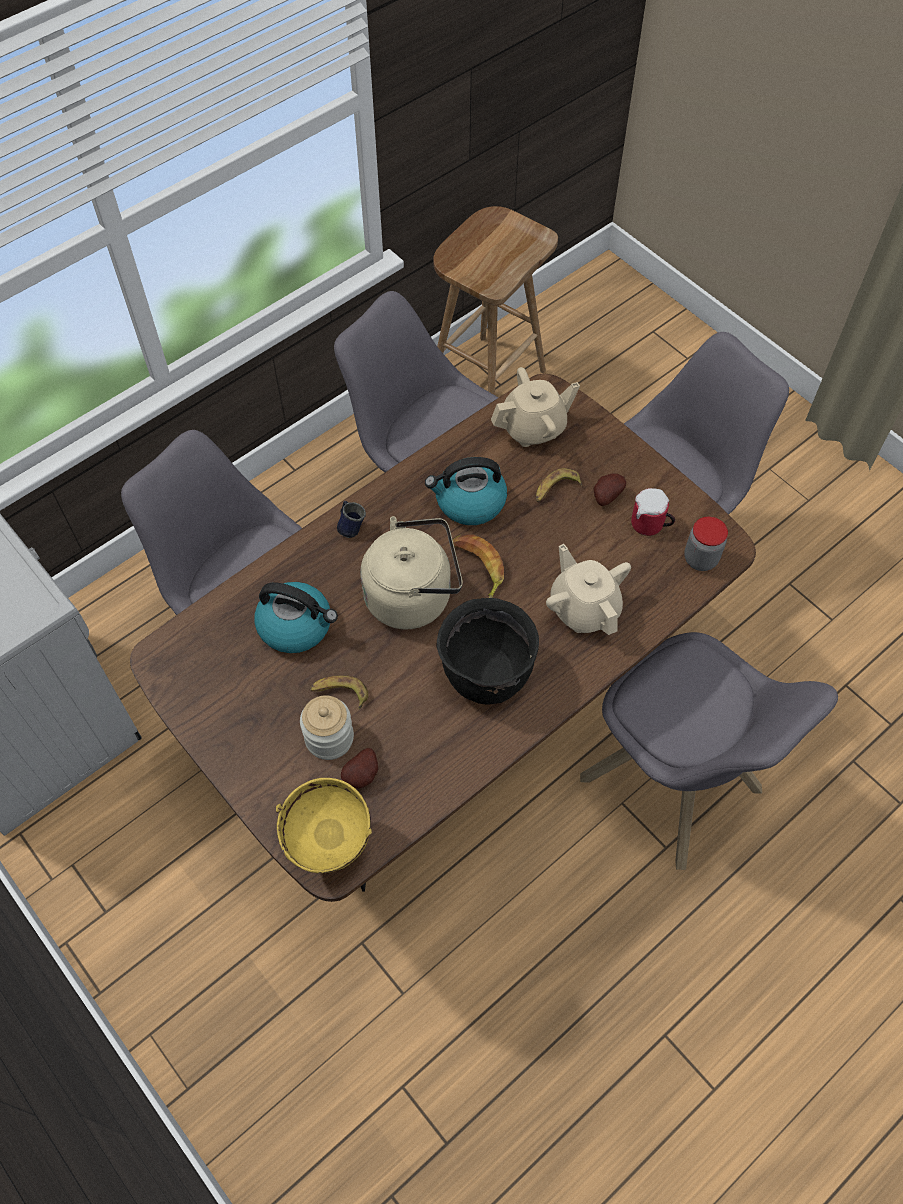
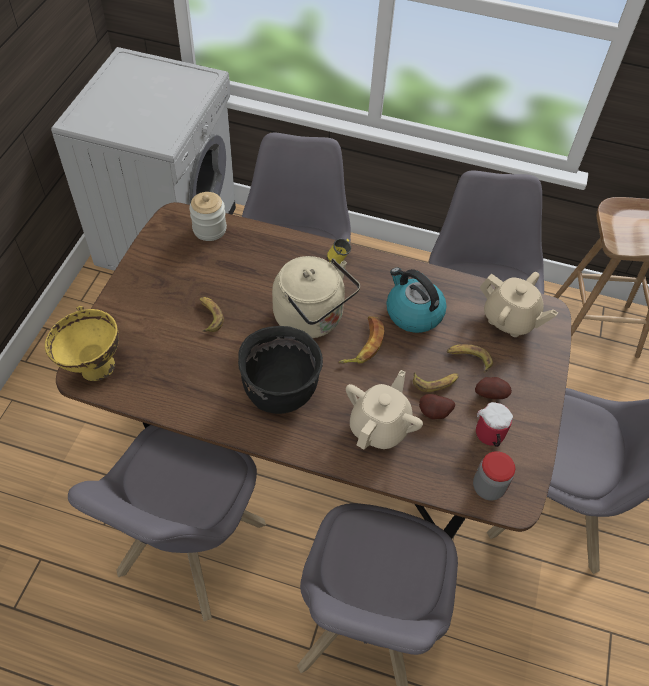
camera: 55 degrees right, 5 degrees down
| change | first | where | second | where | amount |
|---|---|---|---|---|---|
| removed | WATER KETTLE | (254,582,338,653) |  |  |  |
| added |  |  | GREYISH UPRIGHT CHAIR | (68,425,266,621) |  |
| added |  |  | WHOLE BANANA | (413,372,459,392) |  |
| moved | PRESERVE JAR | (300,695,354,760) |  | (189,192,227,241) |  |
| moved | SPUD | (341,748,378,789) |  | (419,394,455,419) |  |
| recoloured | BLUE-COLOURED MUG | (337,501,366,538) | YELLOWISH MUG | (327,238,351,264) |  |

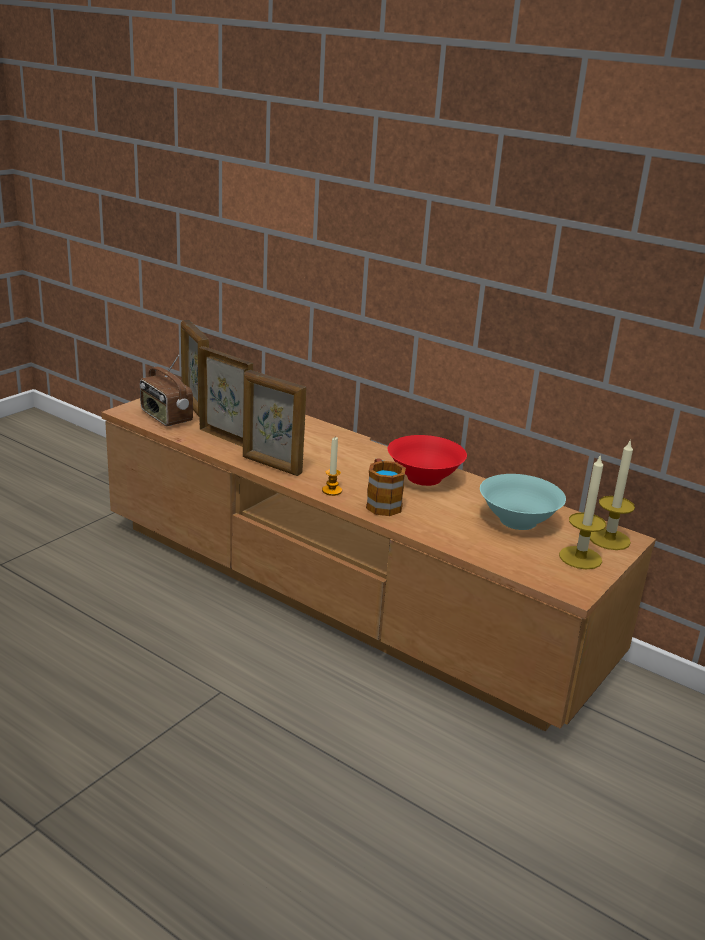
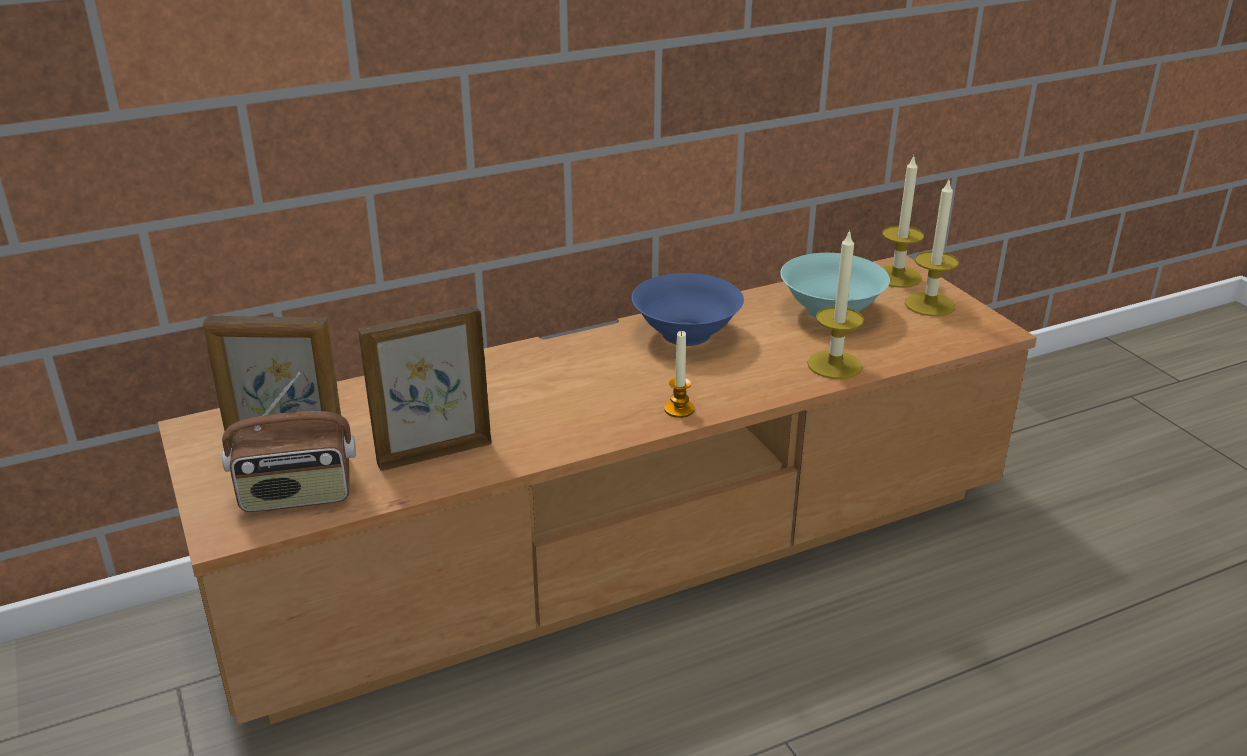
camera: 60 degrees left, 5 degrees up
| change | first | where | second | where | amount |
|---|---|---|---|---|---|
| removed | STANDING FRAME | (243,370,306,476) |  |  |  |
| removed | MUG | (366,458,406,516) |  |  |  |
| added |  |  | CANDLE | (807,229,864,379) |  |
| recoloured | RED-COLOURED SERVING BOWL | (388,435,467,486) | BLUE-COLOURED SERVING BOWL | (632,273,744,346) |  |

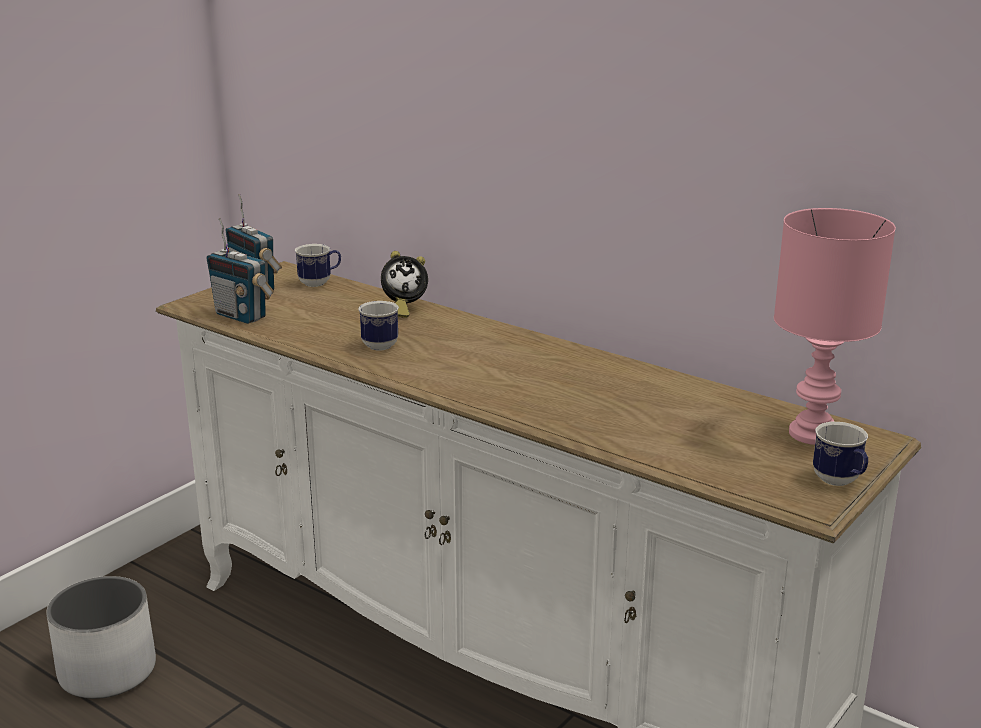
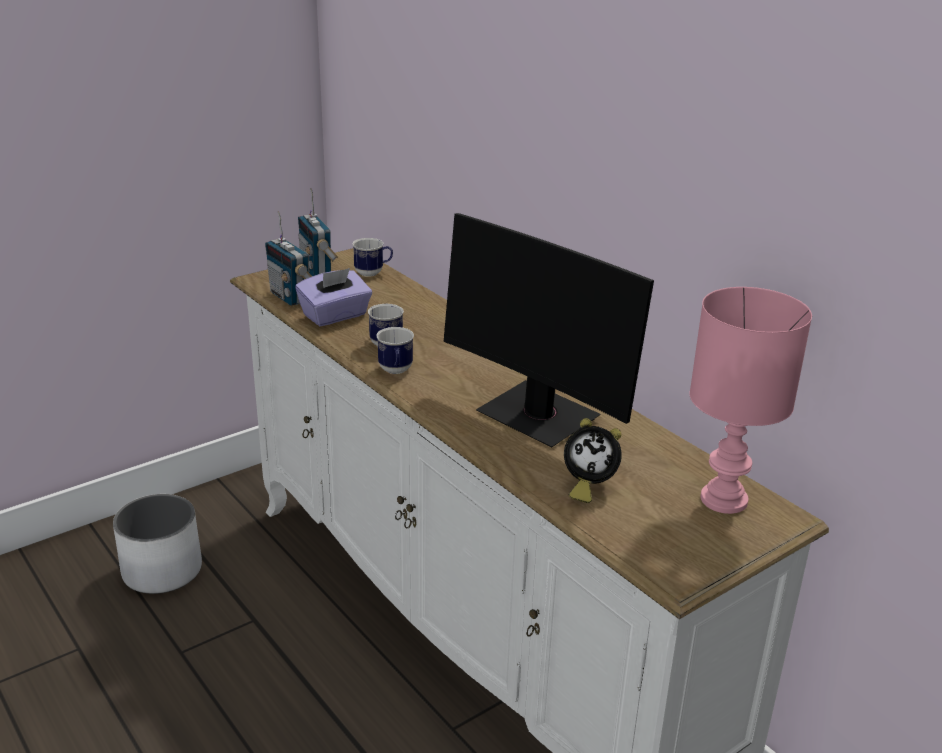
camera: 15 degrees right, 5 degrees up
| change | first | where | second | where | amount |
|---|---|---|---|---|---|
| added |  |  | PURPLISH TISSUE HOLDER | (295,268,372,326) |  |
| added |  |  | COMPUTER SCREEN | (444,213,654,447) |  |
| moved | ALARM CLOCK | (381,251,428,318) |  | (564,418,622,503) |  |
| moved | MUG | (813,422,868,486) |  | (376,327,414,374) |  |

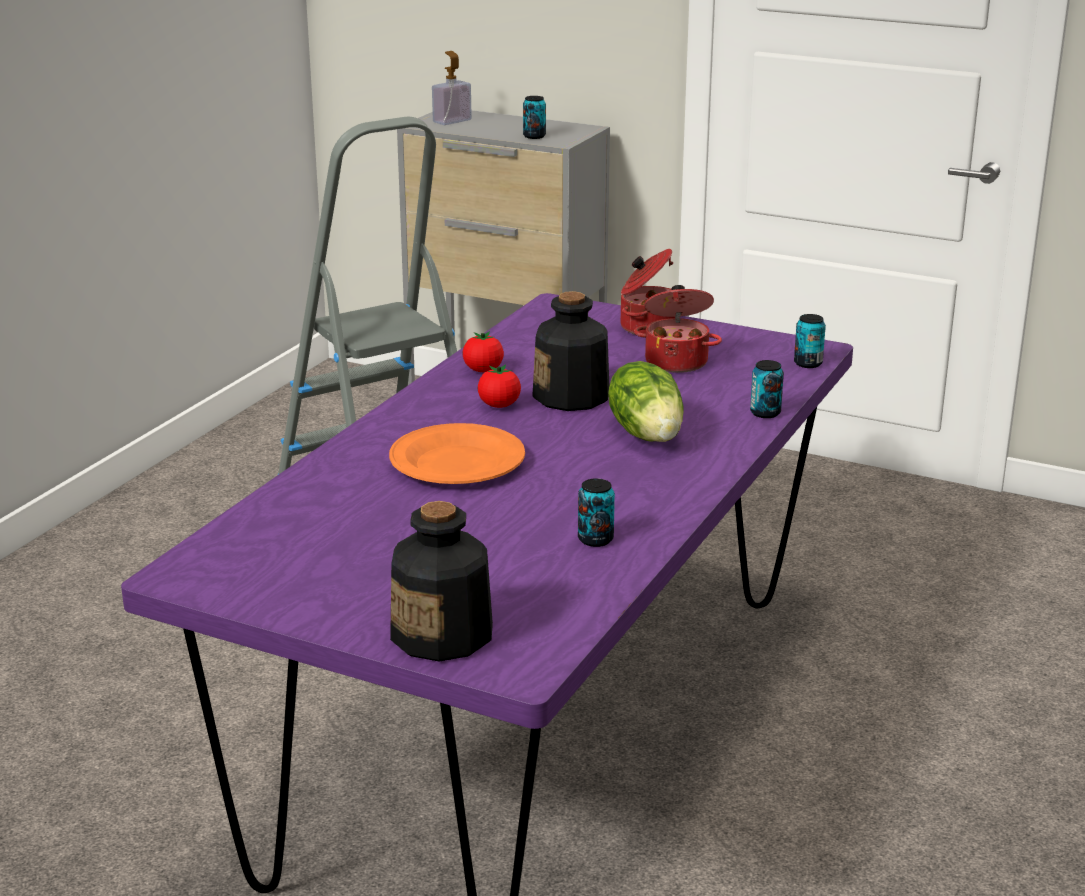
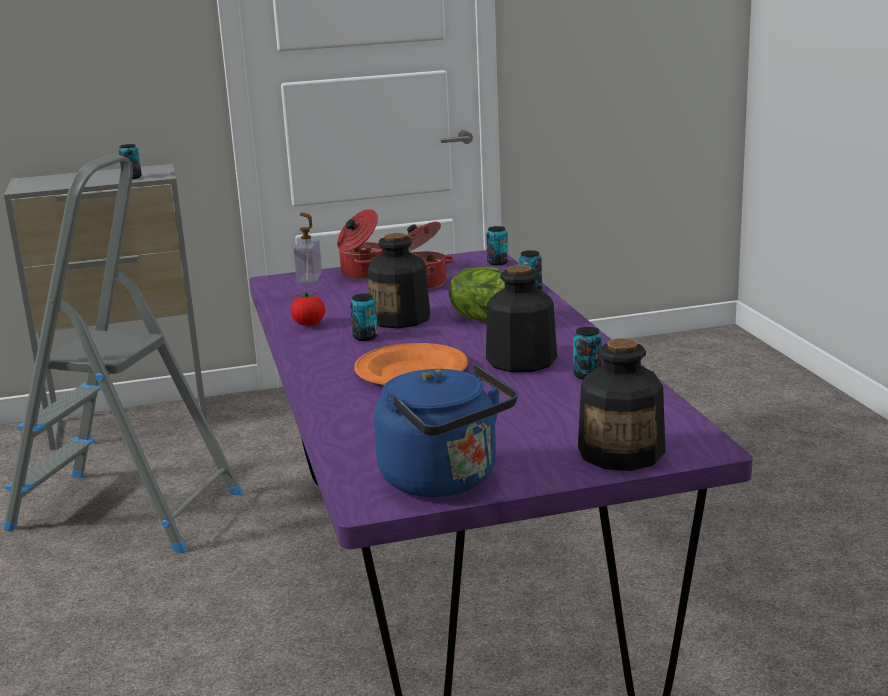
camera: 40 degrees left, 5 degrees down
| change | first | where | second | where | amount |
|---|---|---|---|---|---|
| added |  |  | BLUE-COLOURED WATER KETTLE | (374,364,518,497) |  |
| added |  |  | BOTTLE | (486,265,557,372) |  |
| moved | LIQUID SOAP BOTTLE | (432,51,472,125) |  | (294,212,322,283) |  |
| replaced | WHOLE TOMATO | (478,364,521,408) | CAN | (350,294,378,341) |  |

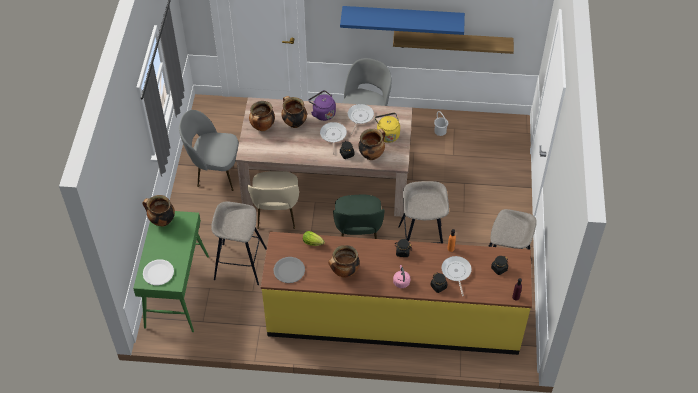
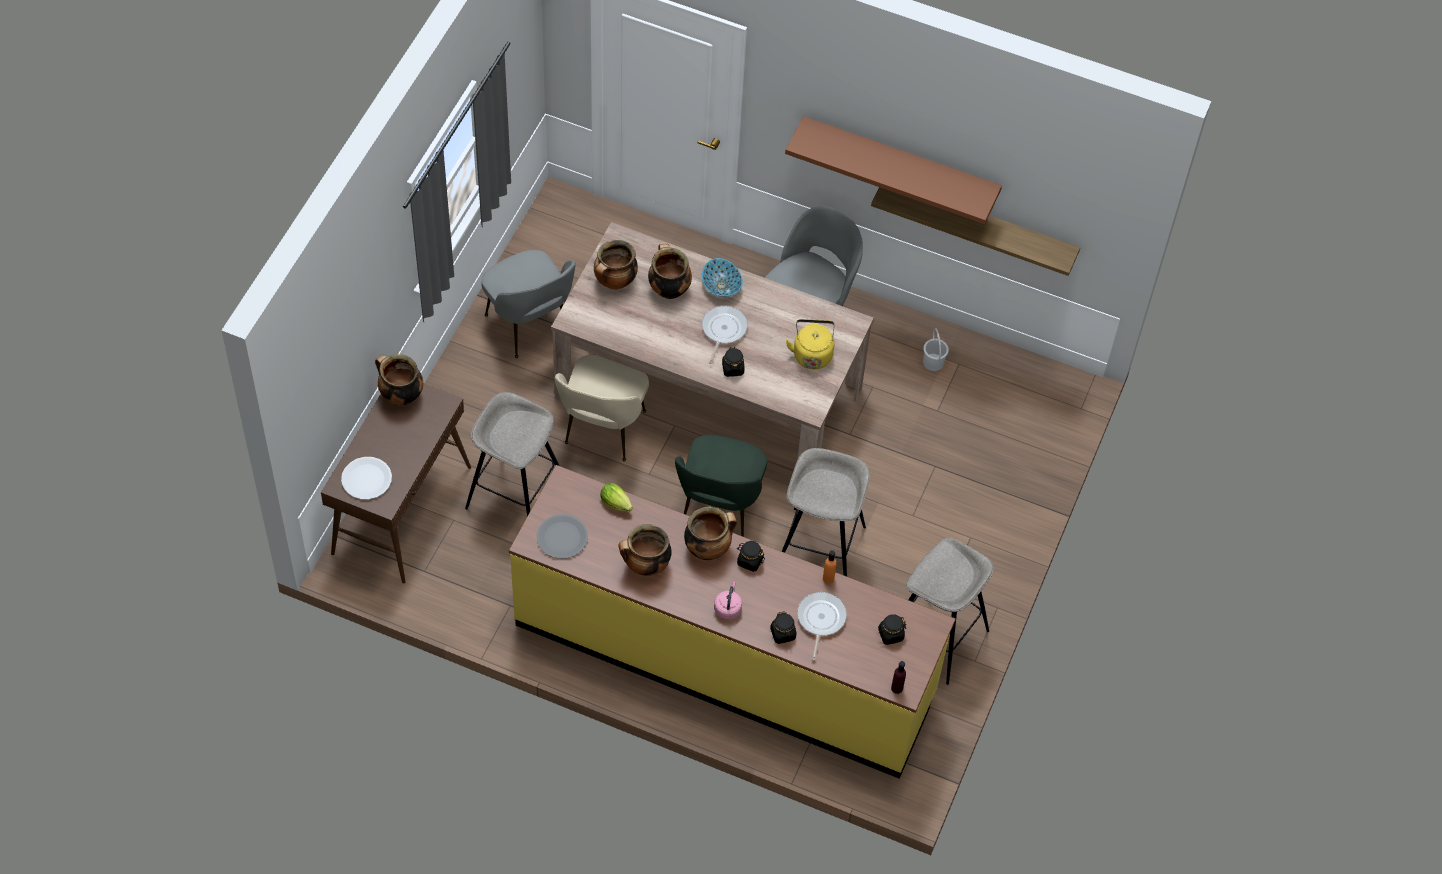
camera: 15 degrees right, 5 degrees up
| change | first | where | second | where | amount |
|---|---|---|---|---|---|
| removed | FRYING PAN | (348,104,374,134) |  |  |  |
| moved | SAUCEPOT | (358,129,386,160) |  | (684,507,737,560) |  |
| replaced | PURPLISH WATER KETTLE | (308,90,336,121) | SERVING BOWL | (702,258,743,297) |  |
| recoloured | GREEN-COLOURED NARROW TABLE | (133,211,209,332) | BROWNISH NARROW TABLE | (321,383,471,584) |  |
| recoloured | BLUE-COLOURED WALL SHELF | (340,6,465,35) | BROWNISH WALL SHELF | (785,116,1002,224) |  |
| turned | GREYISH UPRIGHT CHAIR | (179,110,239,191) |  | (481,250,576,358) | 150 degrees counterclockwise |

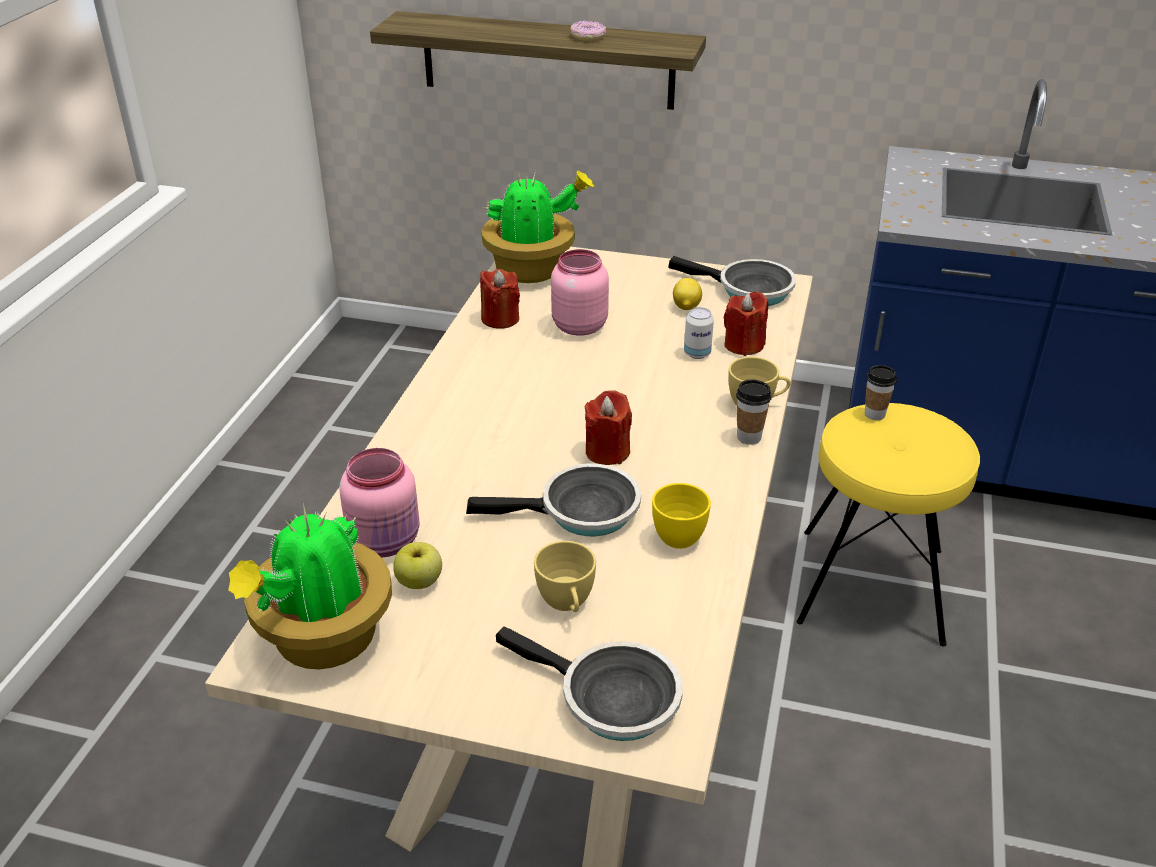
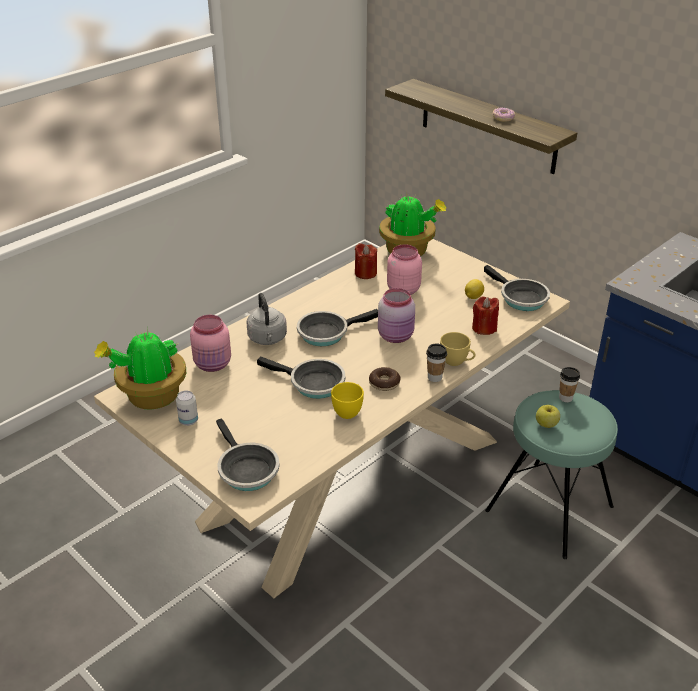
camera: 30 degrees right, 0 degrees up
| change | first | where | second | where | amount |
|---|---|---|---|---|---|
| removed | YELLOWISH CUP | (534,541,596,612) |  |  |  |
| removed | RED-COLOURED CANDLE | (585,390,632,465) |  |  |  |
| added |  |  | GREYISH WATER KETTLE | (246,293,287,345) |  |
| added |  |  | FRYING PAN | (297,309,378,346) |  |
| added |  |  | RING DOUGHNUT | (369,367,401,391) |  |
| added |  |  | PINK PRESERVE JAR | (378,288,415,343) |  |
| moved | APPLE | (393,542,442,589) |  | (536,405,560,428) |  |
| moved | CAN | (684,307,714,359) |  | (176,390,198,426) |  |
| recoloured | YELLOWISH STOOL | (796,403,980,647) | TURQUOISE-COLOURED STOOL | (485,390,618,559) |  |

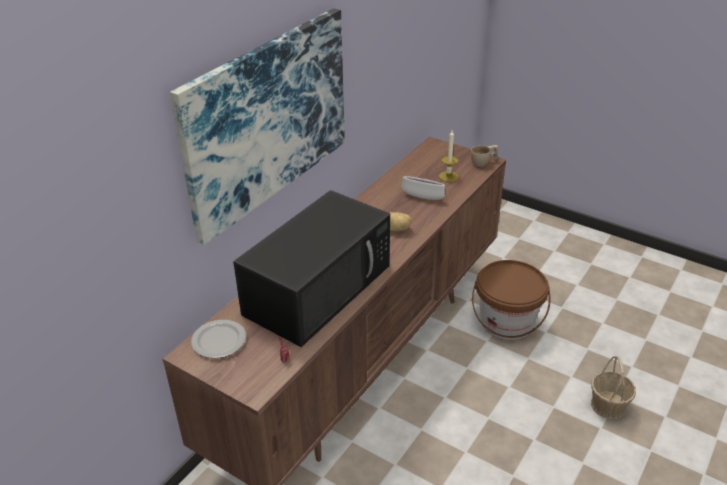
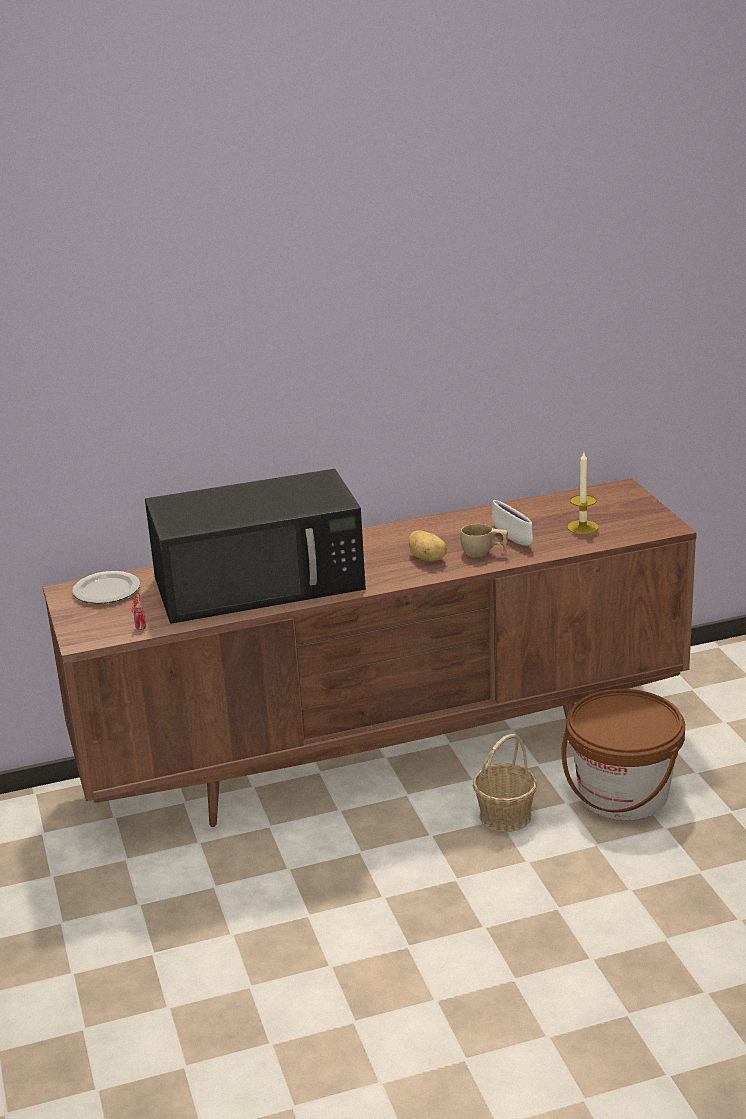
camera: 40 degrees right, 10 degrees down
| change | first | where | second | where | amount |
|---|---|---|---|---|---|
| removed | PICTURE | (170,8,345,245) |  |  |  |
| moved | BEIGE CUP | (471,145,498,167) |  | (460,524,508,558) |  |
| moved | BASKET | (591,356,636,419) |  | (473,734,538,832) |  |

